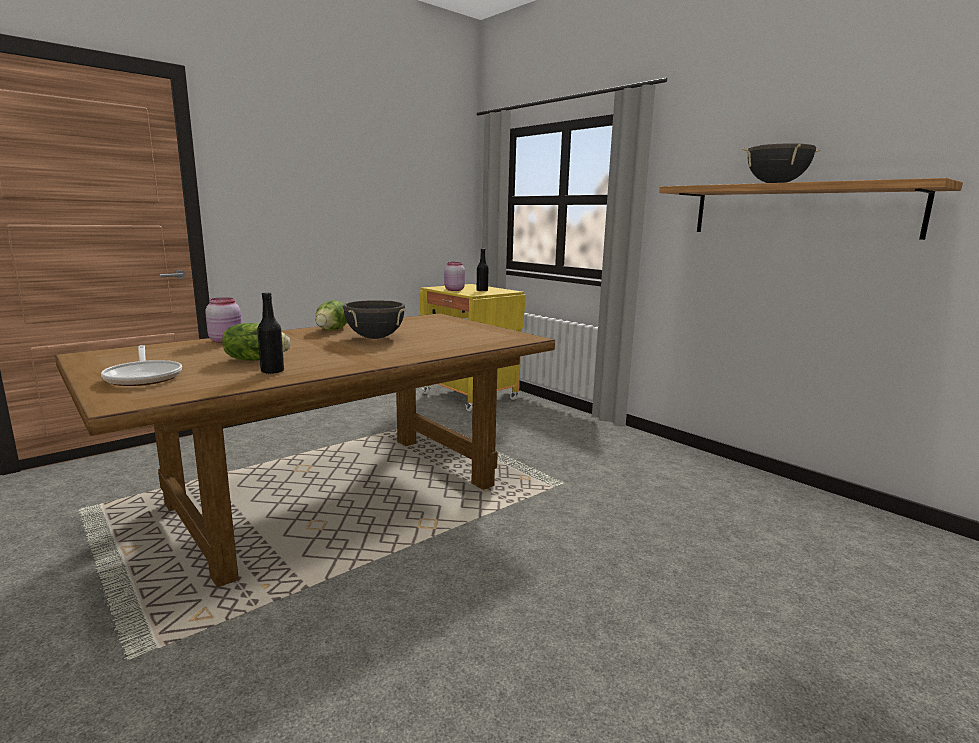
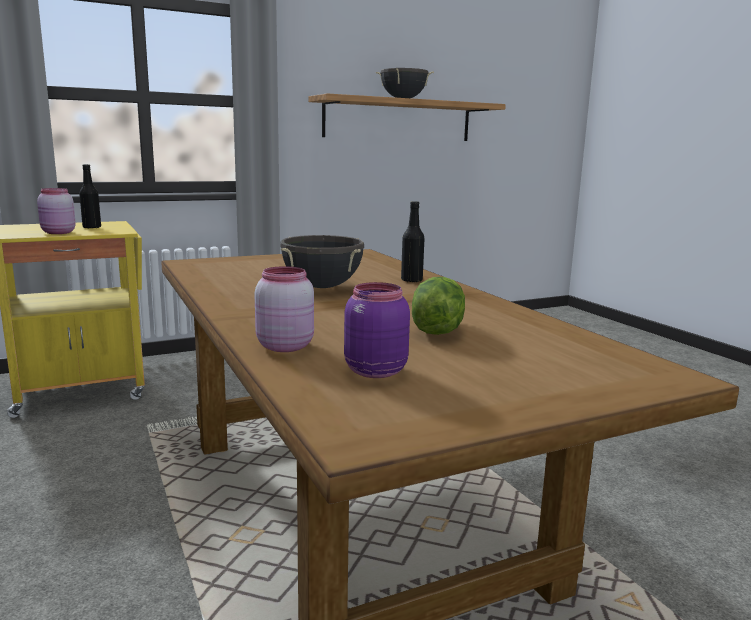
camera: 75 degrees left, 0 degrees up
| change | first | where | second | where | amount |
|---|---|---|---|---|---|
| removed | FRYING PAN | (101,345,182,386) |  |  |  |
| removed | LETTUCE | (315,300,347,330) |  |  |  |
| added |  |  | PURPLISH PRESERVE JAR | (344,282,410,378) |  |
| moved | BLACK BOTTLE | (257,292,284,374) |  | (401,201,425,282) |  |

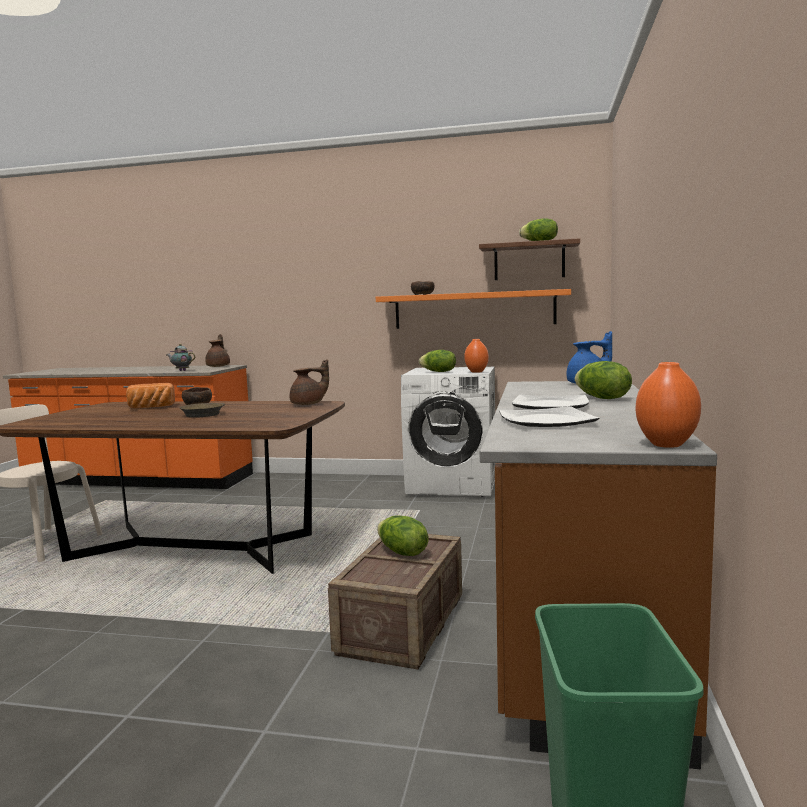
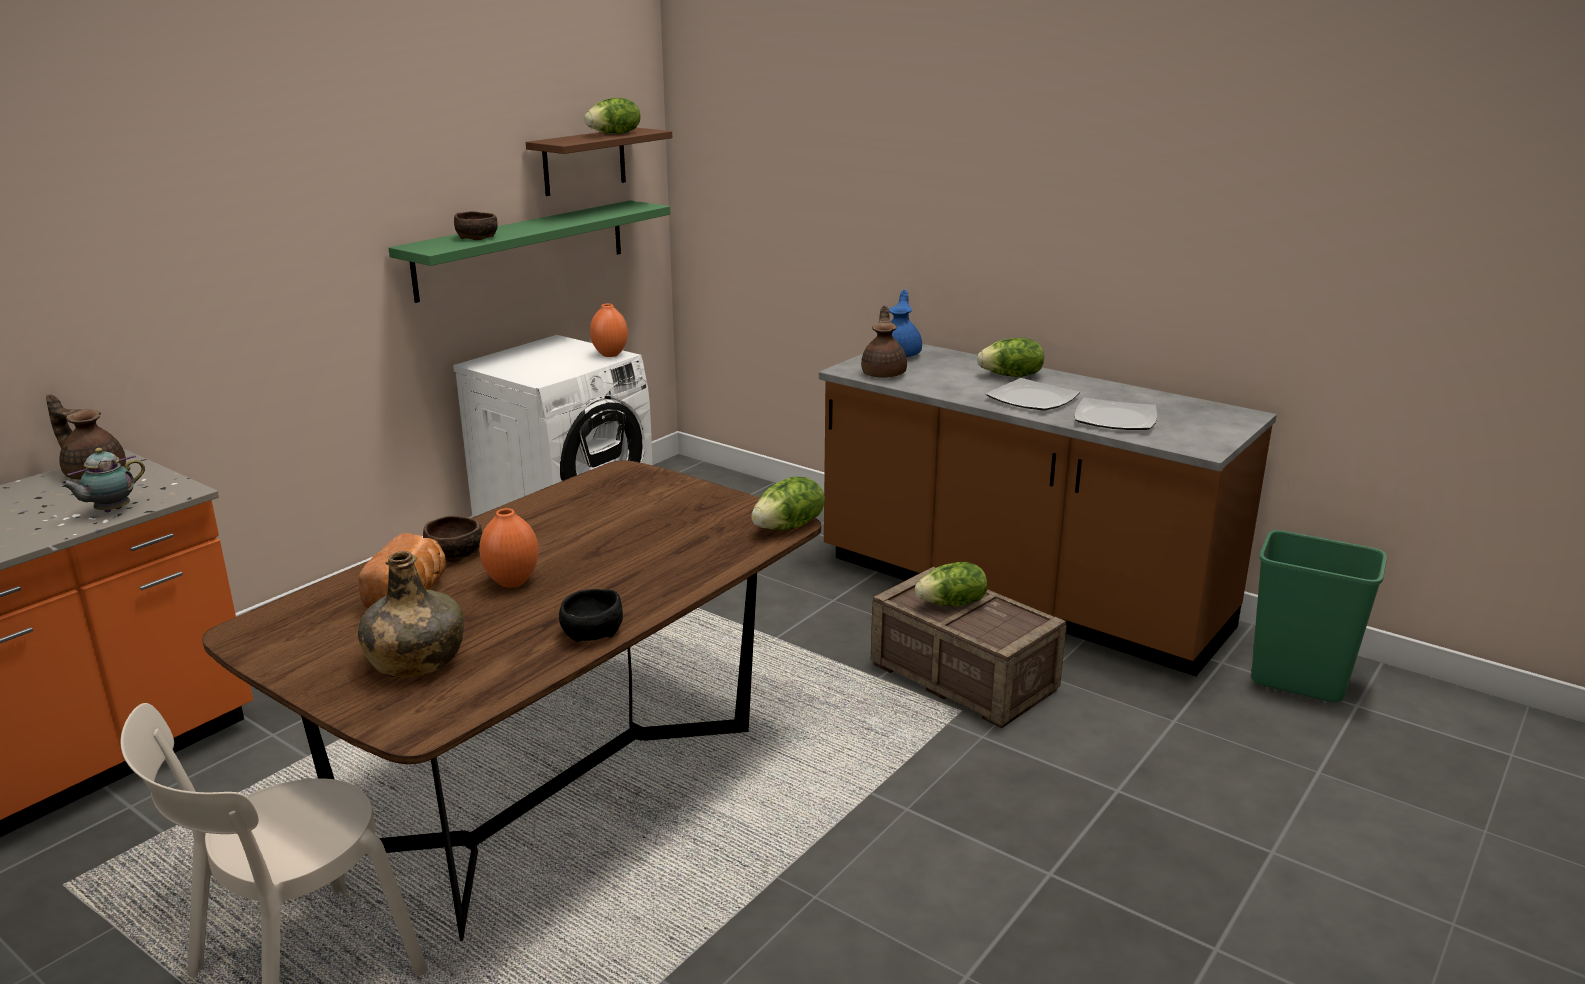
camera: 65 degrees left, 15 degrees up
| change | first | where | second | where | amount |
|---|---|---|---|---|---|
| removed | BROWNISH FRYING PAN | (180,403,225,418) |  |  |  |
| added |  |  | GREEN-COLOURED BOTTLE | (358,551,464,678) |  |
| added |  |  | BLACK SERVING BOWL | (559,589,623,642) |  |
| moved | BROWNISH POT FOR TEA | (290,359,329,405) |  | (861,305,907,378) |  |
| moved | LETTUCE | (419,350,456,372) |  | (751,477,825,530) |  |
| moved | ORANGE-COLOURED FLOWER VASE | (636,362,701,448) |  | (480,508,539,588) |  |
| recoloured | ORANGE-COLOURED WALL SHELF | (376,289,571,329) | GREEN-COLOURED WALL SHELF | (388,200,670,303) |  |

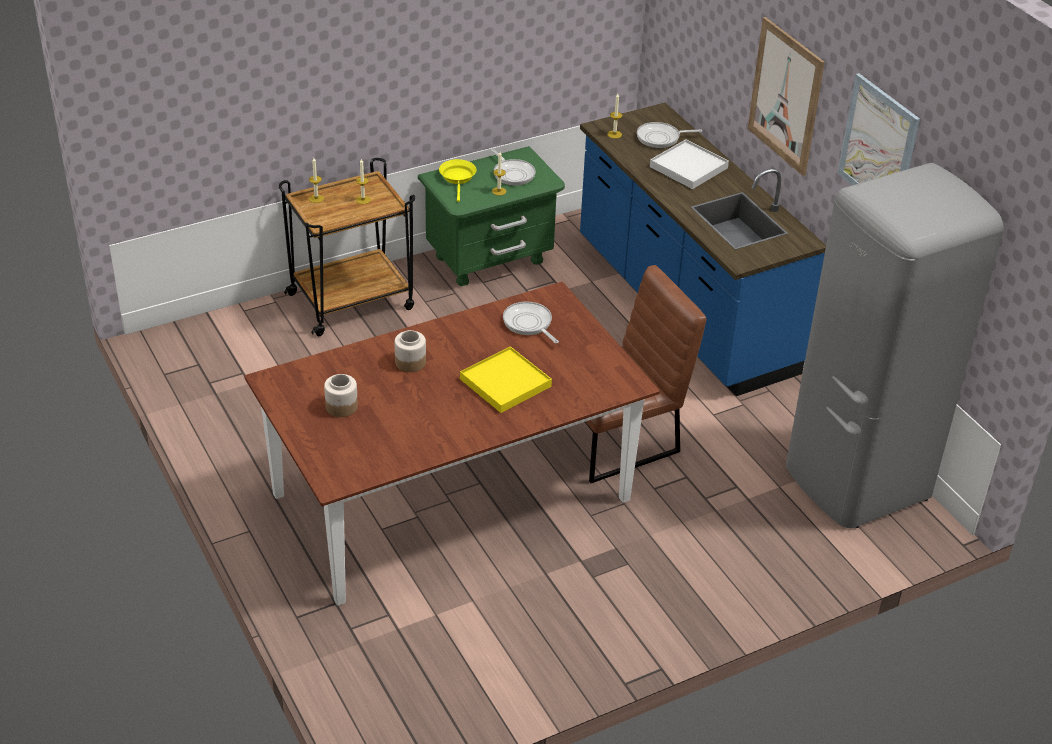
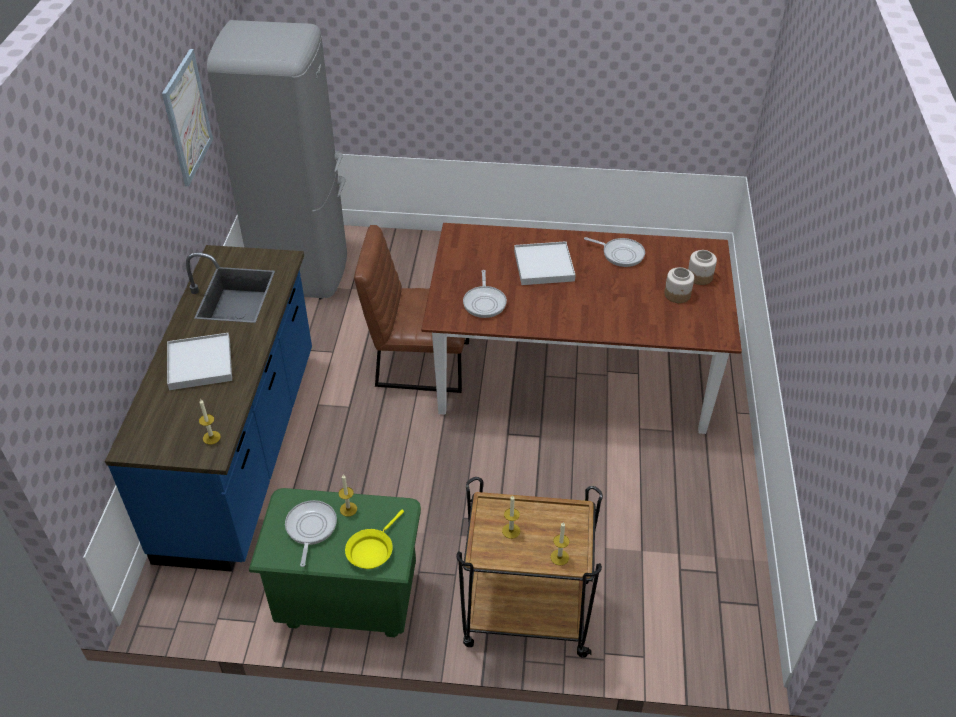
camera: 145 degrees left, 5 degrees up
| change | first | where | second | where | amount |
|---|---|---|---|---|---|
| removed | PICTURE | (748,17,825,176) |  |  |  |
| moved | PRESERVE JAR | (395,330,426,372) |  | (688,250,717,285) |  |
| moved | FRYING PAN | (637,122,702,148) |  | (584,237,645,267) |  |
| recoloured | YELLOWISH CARRYING TRAY | (460,346,552,413) | WHITE CARRYING TRAY | (514,241,575,285) |  |

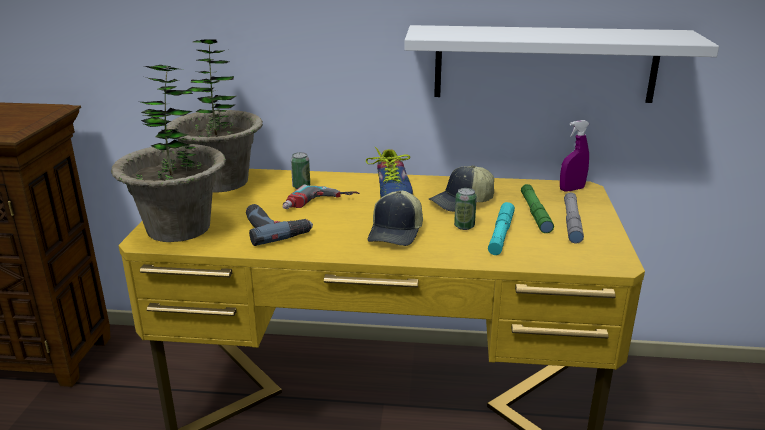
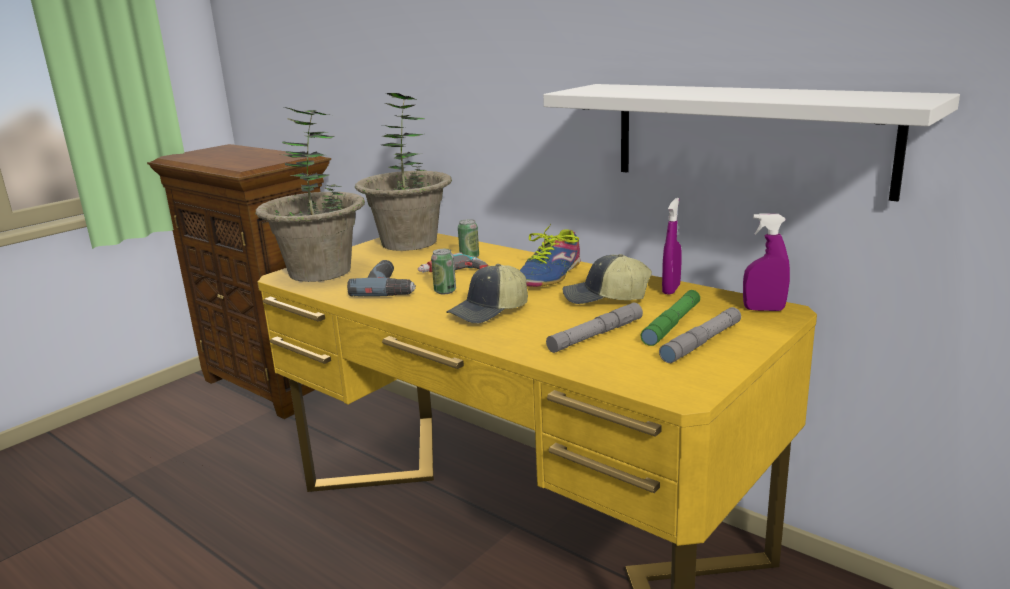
camera: 35 degrees right, 5 degrees down
| change | first | where | second | where | amount |
|---|---|---|---|---|---|
| added |  |  | PURPLISH HAND SPRAYER | (662,198,682,295) |  |
| moved | CAN | (454,188,477,230) |  | (431,249,456,294) |  |
| recoloured | TURQUOISE-COLOURED HAND TORCH | (488,202,515,255) | GREYISH HAND TORCH | (546,302,643,353) |  |

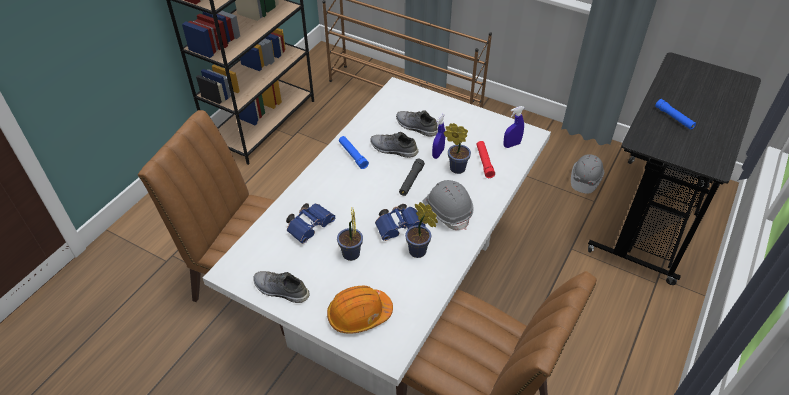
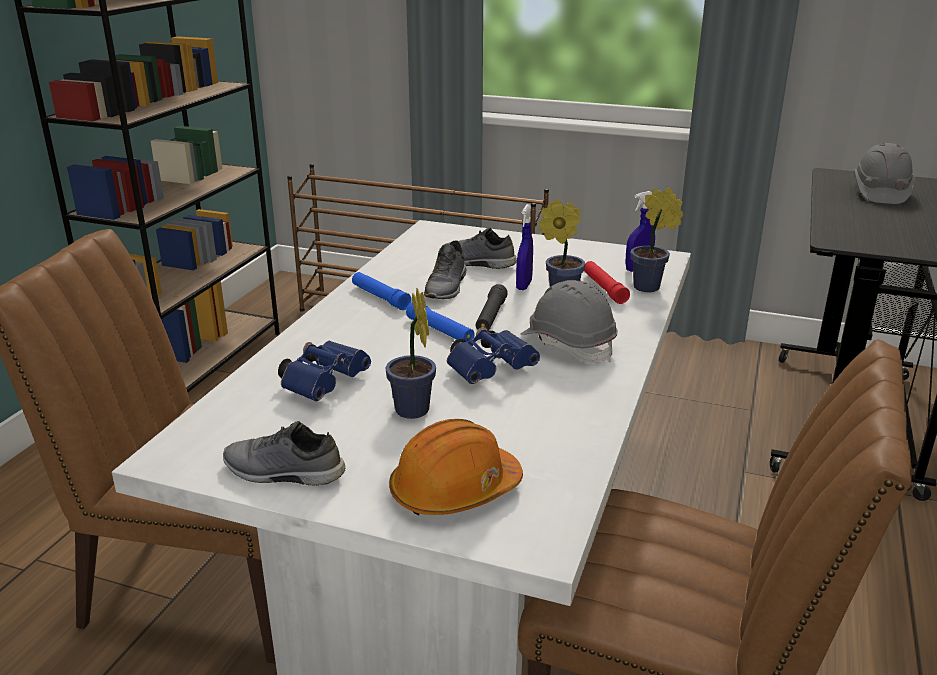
camera: 10 degrees left, 20 degrees down
| change | first | where | second | where | amount |
|---|---|---|---|---|---|
| moved | HOUSEPLANT | (405,202,438,258) |  | (631,188,684,292) |  |
| moved | GREYISH WORK HELMET | (571,154,604,194) |  | (854,143,915,204) |  |
| moved | BLUE-COLOURED HAND TORCH | (655,99,696,130) |  | (406,302,475,342) |  |
| turned | GREYISH ITEM OF FOOTWEAR | (370,132,418,158) |  | (424,241,466,299) | 90 degrees counterclockwise |

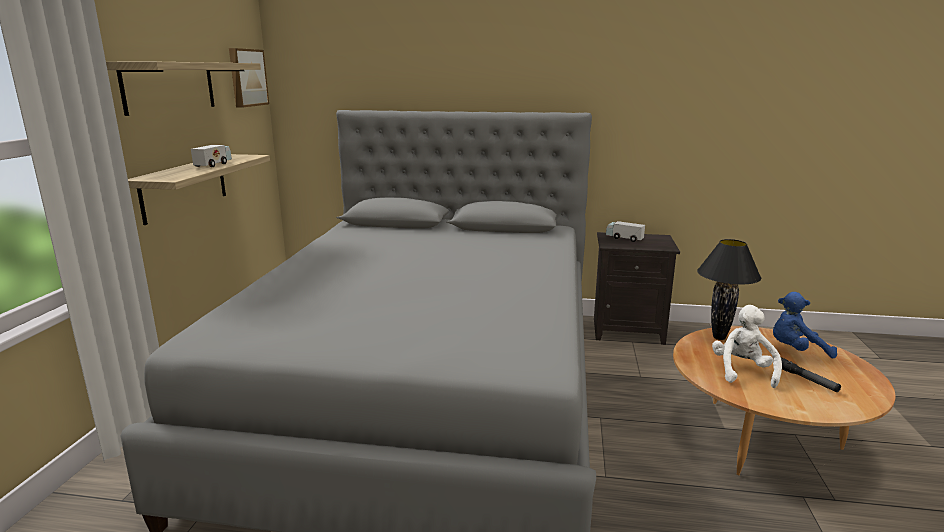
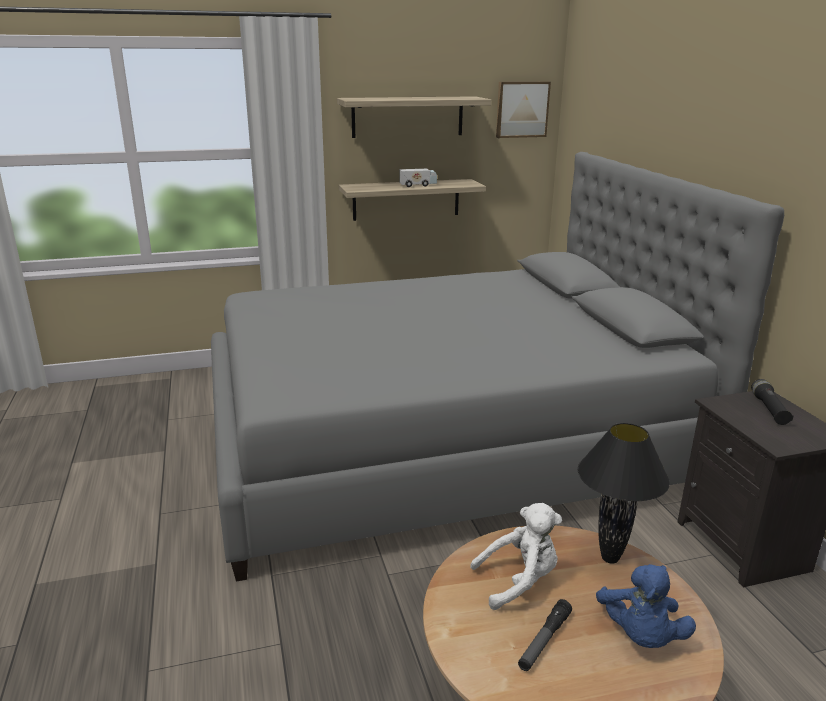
camera: 65 degrees right, 5 degrees up
| change | first | where | second | where | amount |
|---|---|---|---|---|---|
| replaced | TOY LORRY | (606,221,645,242) | BLACK HAND TORCH | (751,379,794,425) |  |
| turned | BLUE-COLOURED CUDDLY TOY | (773,292,837,358) |  | (596,564,696,648) | 150 degrees counterclockwise |

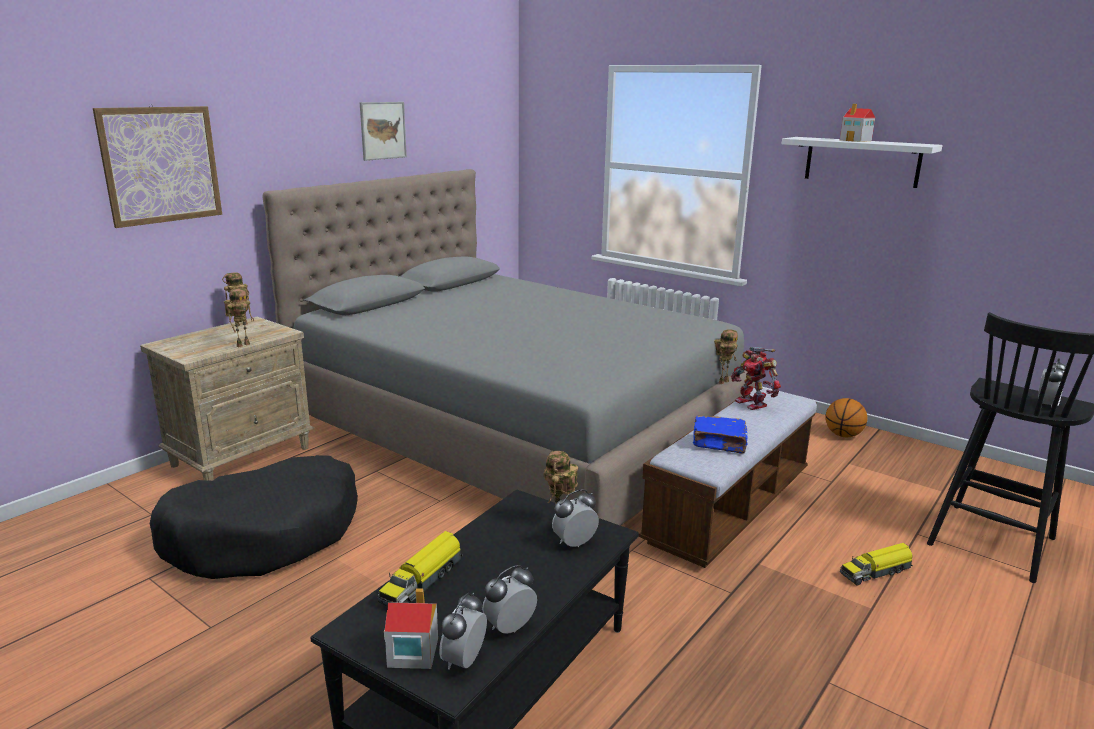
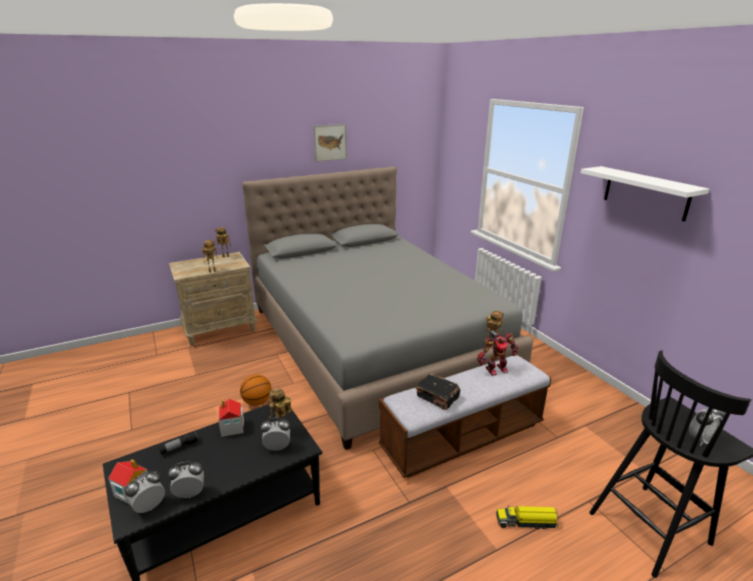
camera: 25 degrees right, 5 degrees up
| change | first | where | second | where | amount |
|---|---|---|---|---|---|
| removed | PICTURE | (93,104,222,228) |  |  |  |
| removed | BLACK DOG BED | (150,455,358,579) |  |  |  |
| moved | BASKETBALL | (825,398,868,437) |  | (240,375,271,406) |  |
| moved | MODEL HOUSE | (840,104,875,142) |  | (218,399,244,437) |  |
| replaced | TOY LORRY | (378,531,463,606) | HAND TORCH | (159,430,198,455) |  |
| recoloured | BLUE-COLOURED BOOK | (693,415,747,454) | BLACK BOOK | (416,374,460,410) |  |
| turned | MODEL ROBOT | (731,347,781,410) |  | (477,328,518,376) | 105 degrees counterclockwise |

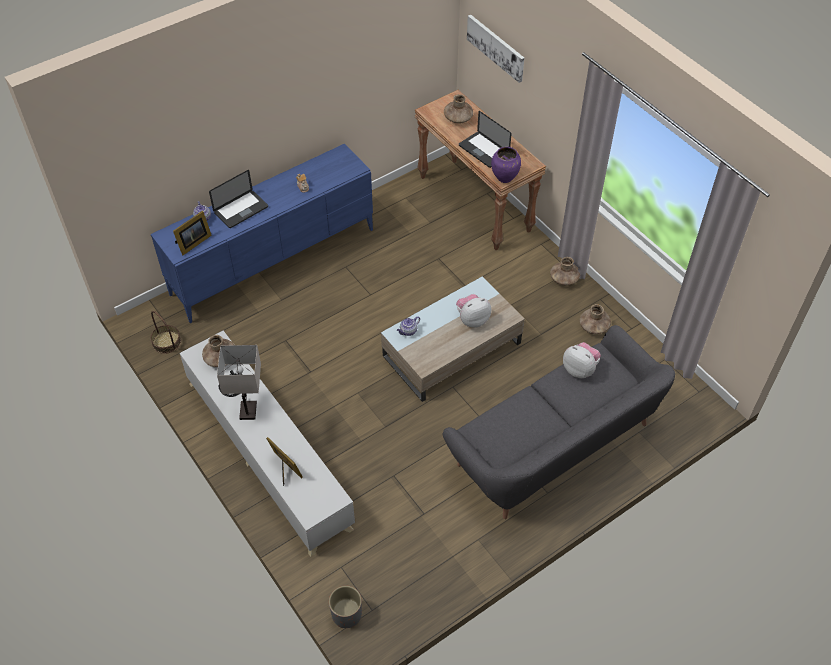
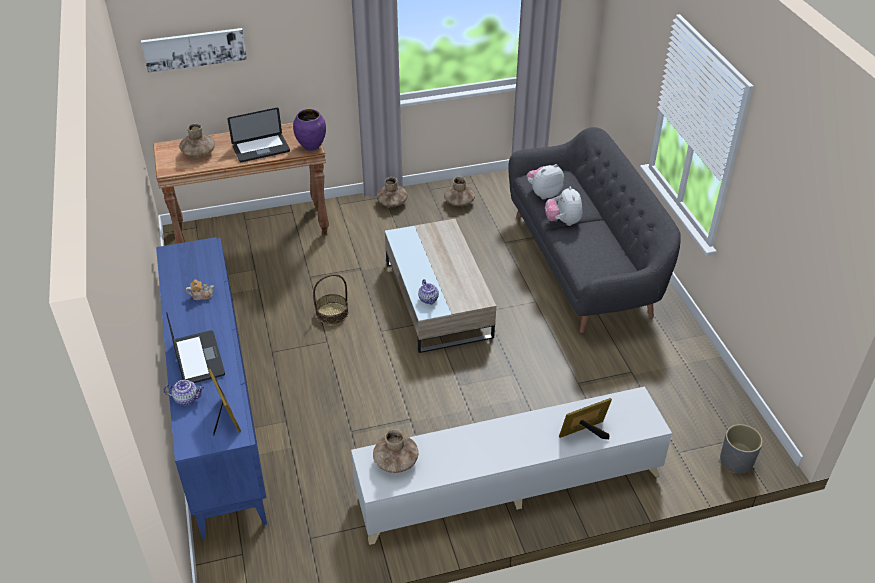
camera: 70 degrees left, 10 degrees down
| change | first | where | second | where | amount |
|---|---|---|---|---|---|
| removed | TABLE LAMP | (217,345,261,420) |  |  |  |
| moved | BASKET | (150,311,181,354) |  | (313,274,348,324) |  |
| moved | CUDDLY TOY | (456,294,491,328) |  | (545,187,582,226) |  |

